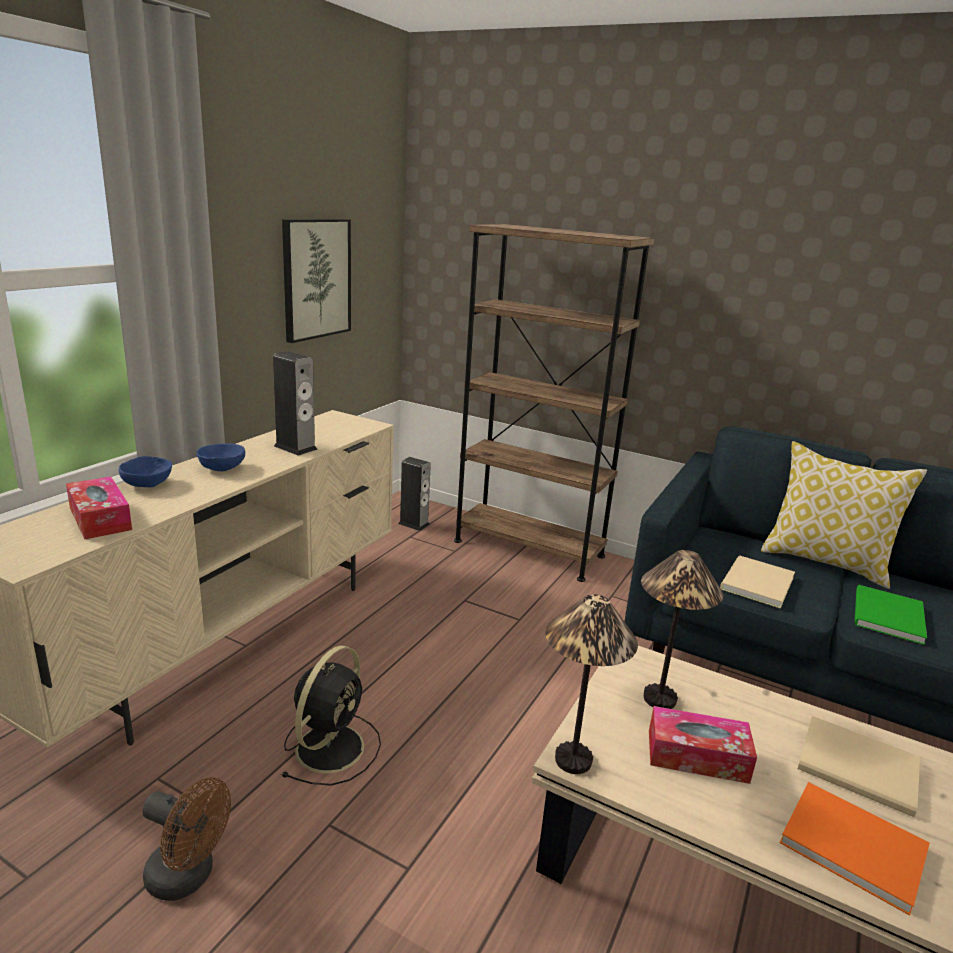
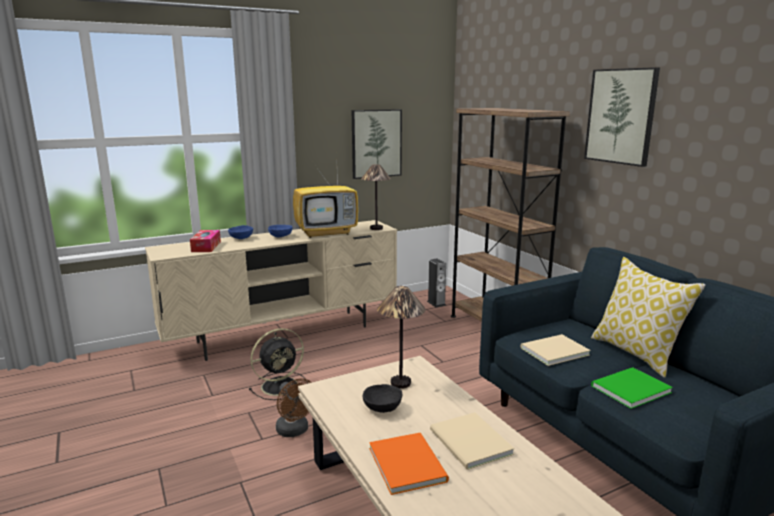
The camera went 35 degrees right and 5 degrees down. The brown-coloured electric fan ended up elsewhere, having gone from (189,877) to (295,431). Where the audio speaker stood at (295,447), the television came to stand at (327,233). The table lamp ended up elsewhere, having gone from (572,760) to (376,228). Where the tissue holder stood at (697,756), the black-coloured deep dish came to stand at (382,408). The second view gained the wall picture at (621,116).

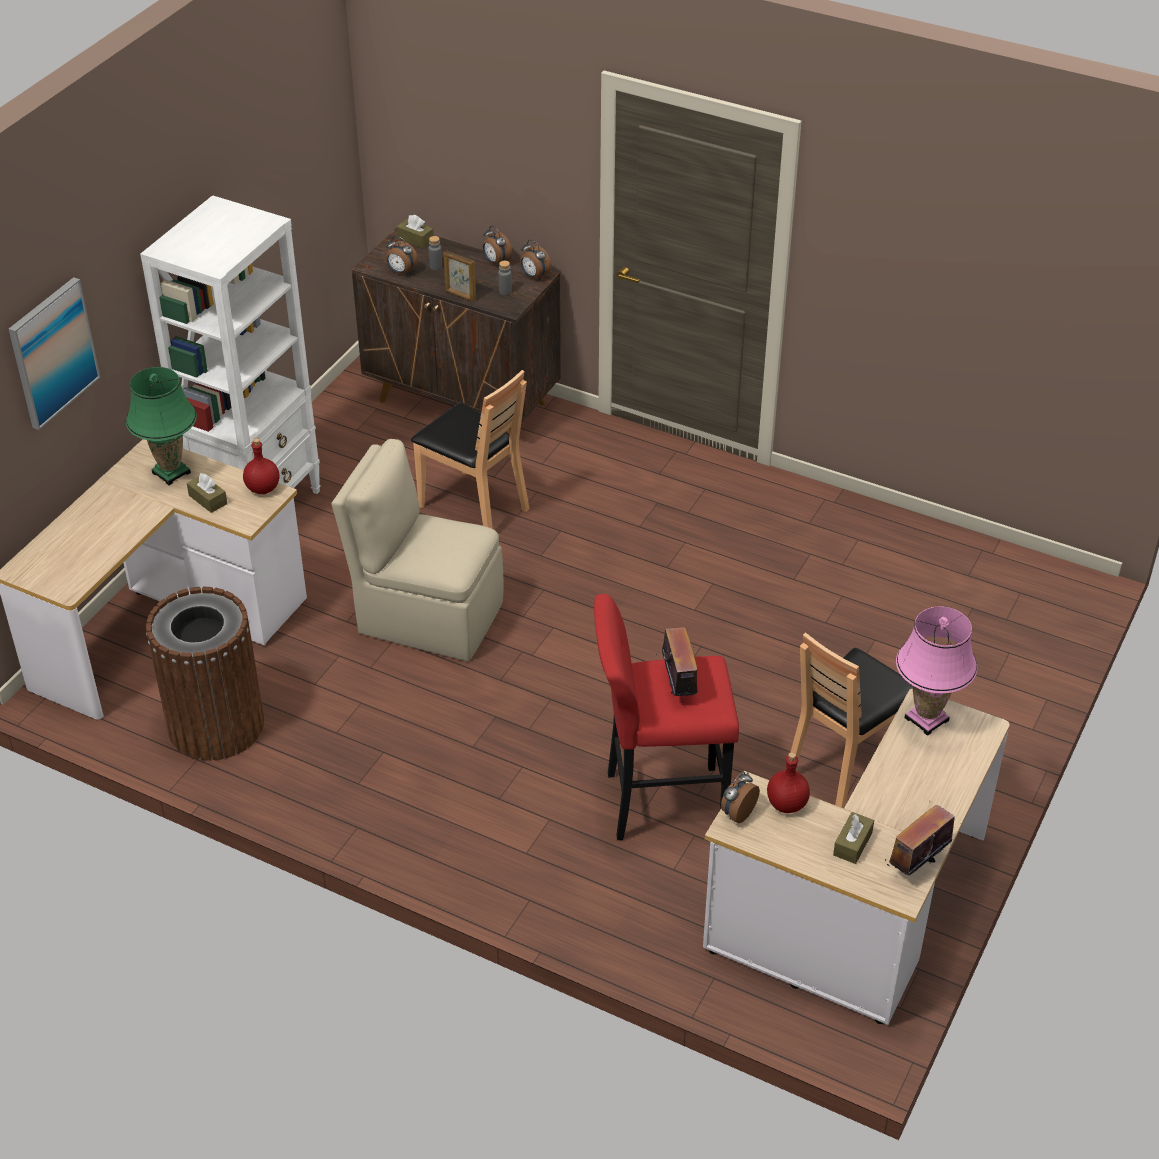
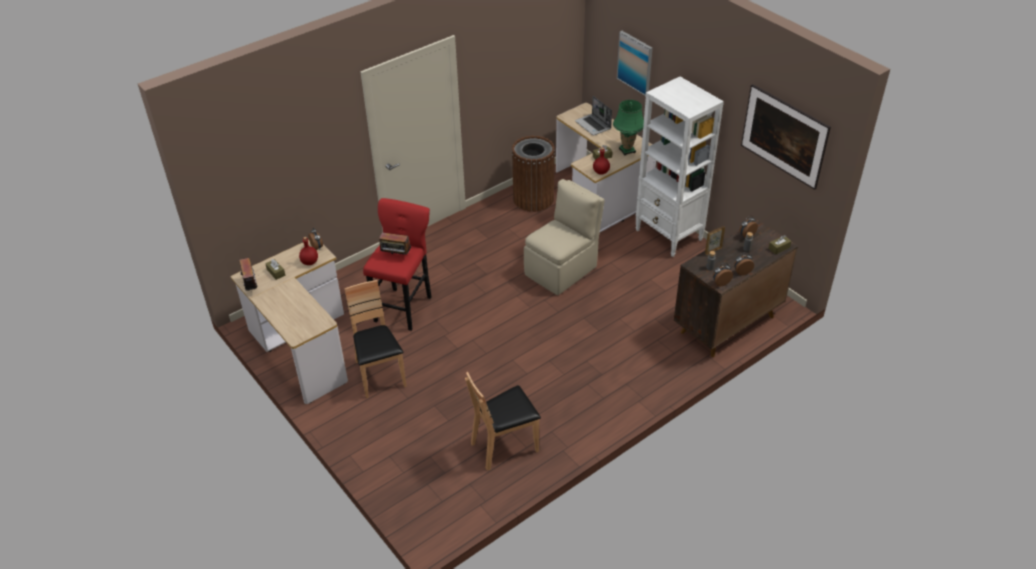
The camera went 115 degrees right and 0 degrees up. The brown-coloured plain chair ended up elsewhere, having gone from (474,506) to (505,446). The second view gained the laptop at (593,125). The second view gained the wall picture at (781,151). The second view lost the pink-coloured table lamp at (926,719).

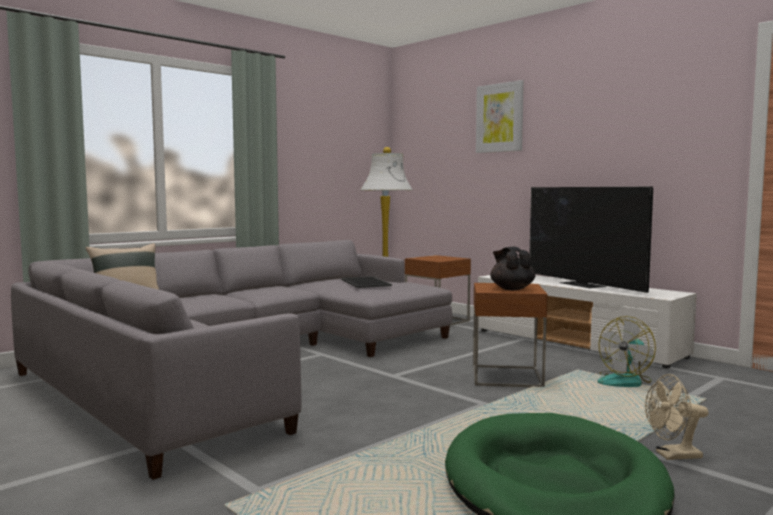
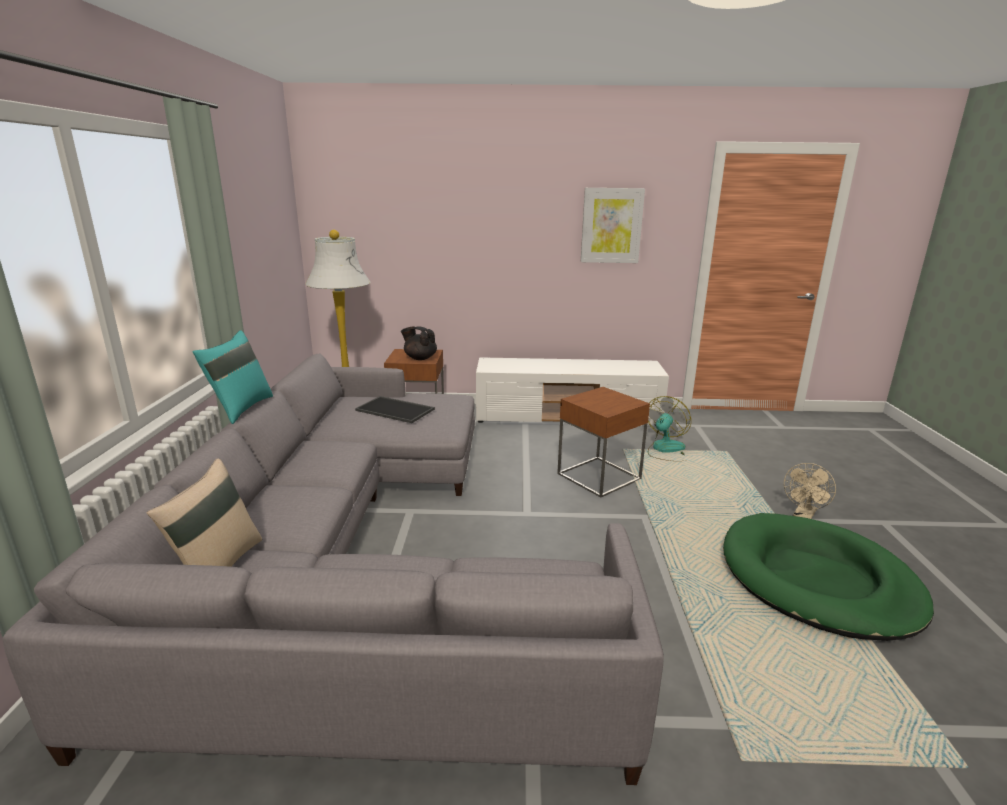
The camera went 45 degrees left and 15 degrees up. The second view gained the turquoise-coloured throw pillow at (240,408). The black-coloured teapot ended up elsewhere, having gone from (511,289) to (420,358). The wall picture ended up elsewhere, having gone from (499,118) to (611,225). The electric fan at (625,381) ended up facing another way, 150 degrees counterclockwise from before. The second view lost the television at (582,284).

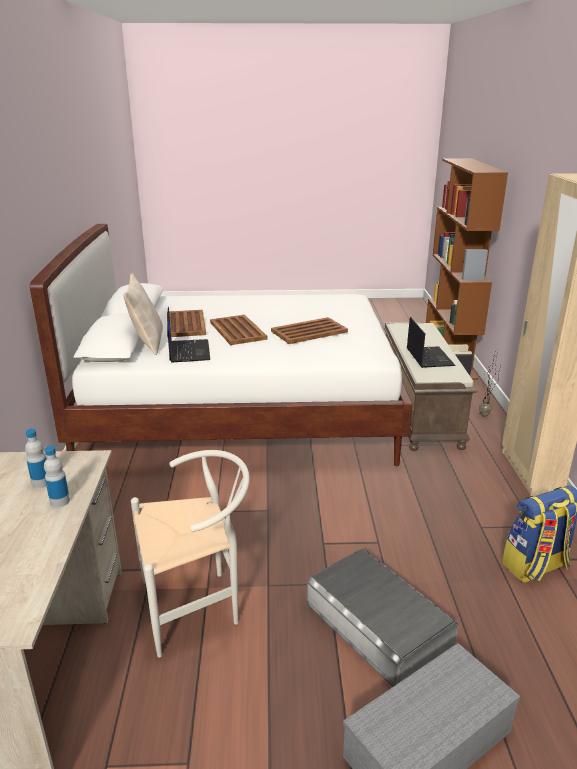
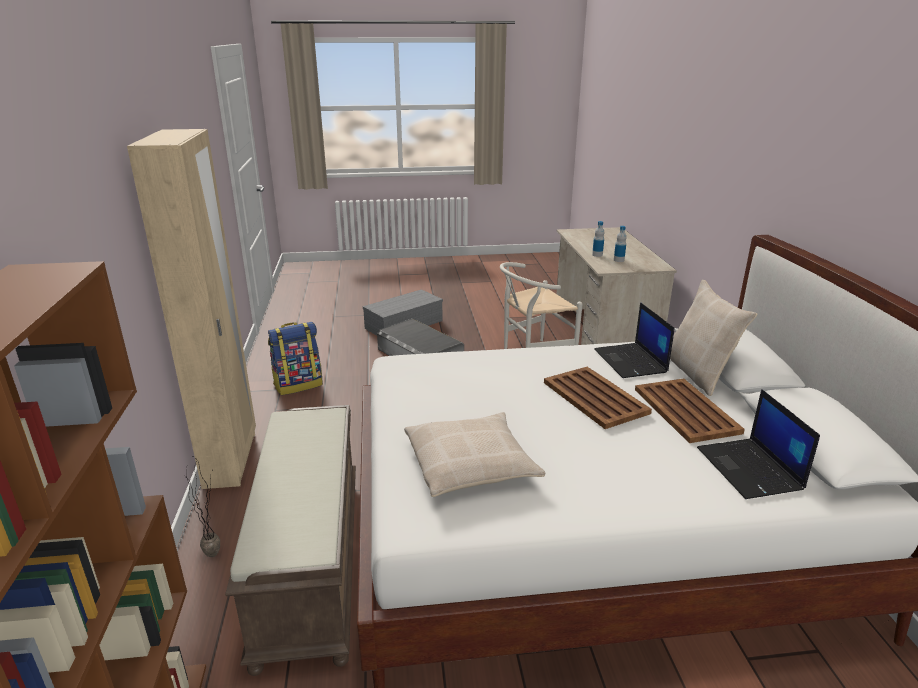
The camera went 175 degrees right and 0 degrees up. The second view gained the beige throw pillow at (471,465). The laptop ended up elsewhere, having gone from (429,357) to (750,469). The second view lost the brown-coloured tray at (308,331).

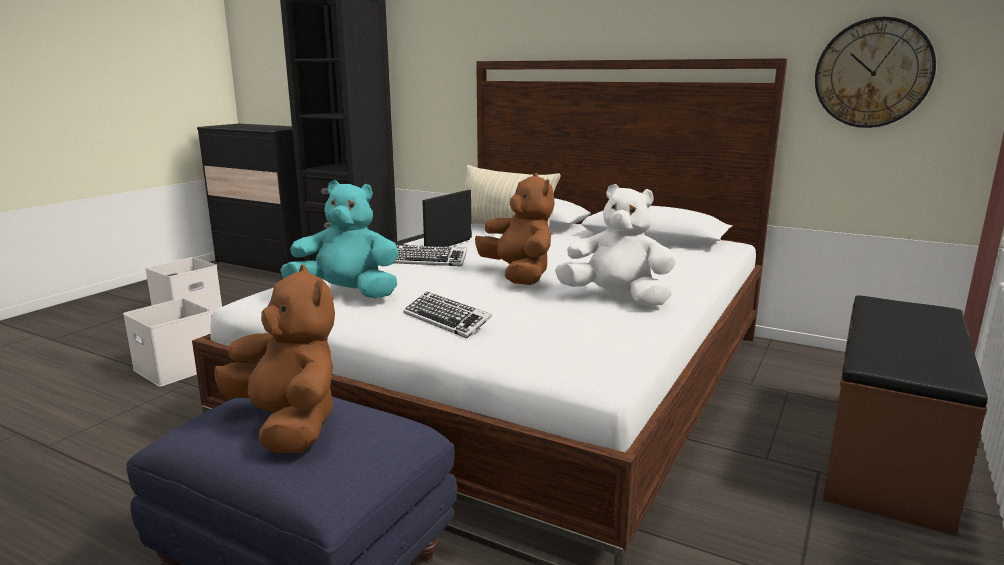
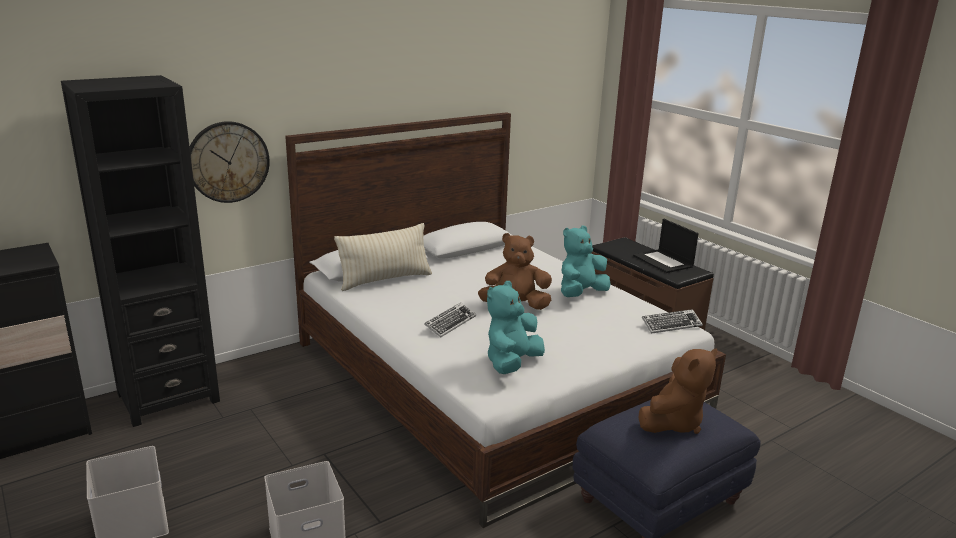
The camera went 65 degrees left and 5 degrees up. The wall clock ended up elsewhere, having gone from (873,73) to (228,162). What was the white soft toy at (617,298) turned into the turquoise-coloured soft toy at (580,293). The laptop ended up elsewhere, having gone from (430,243) to (663,261). The brown-coloured soft toy at (288,425) ended up facing another way, 150 degrees clockwise from before. The keyboard ended up elsewhere, having gone from (446,320) to (671,325).

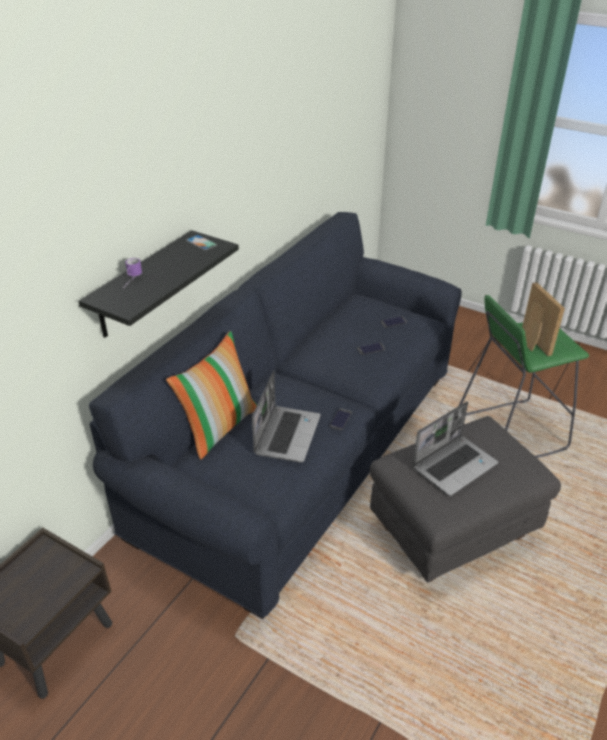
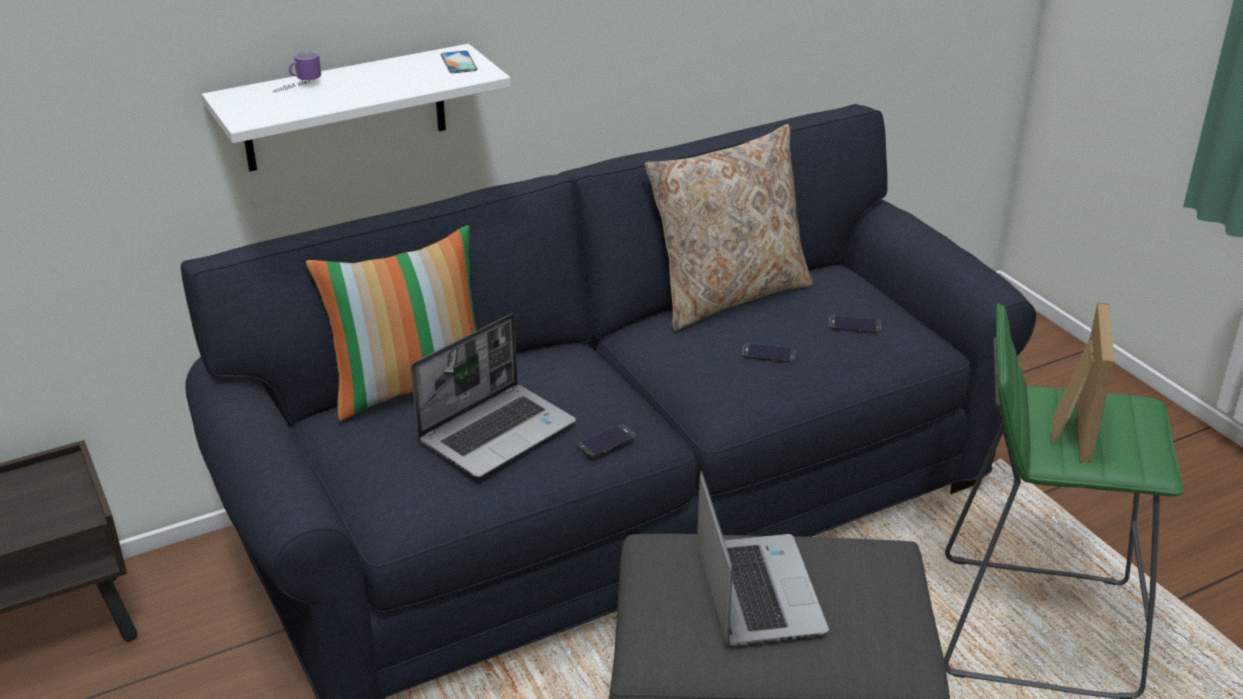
The camera went 30 degrees right and 5 degrees down. What was the black-coloured bracket shelf at (142,285) turned into the white bracket shelf at (345,108). The second view gained the beige throw pillow at (728,294). The laptop at (454,465) ended up facing another way, 90 degrees counterclockwise from before.

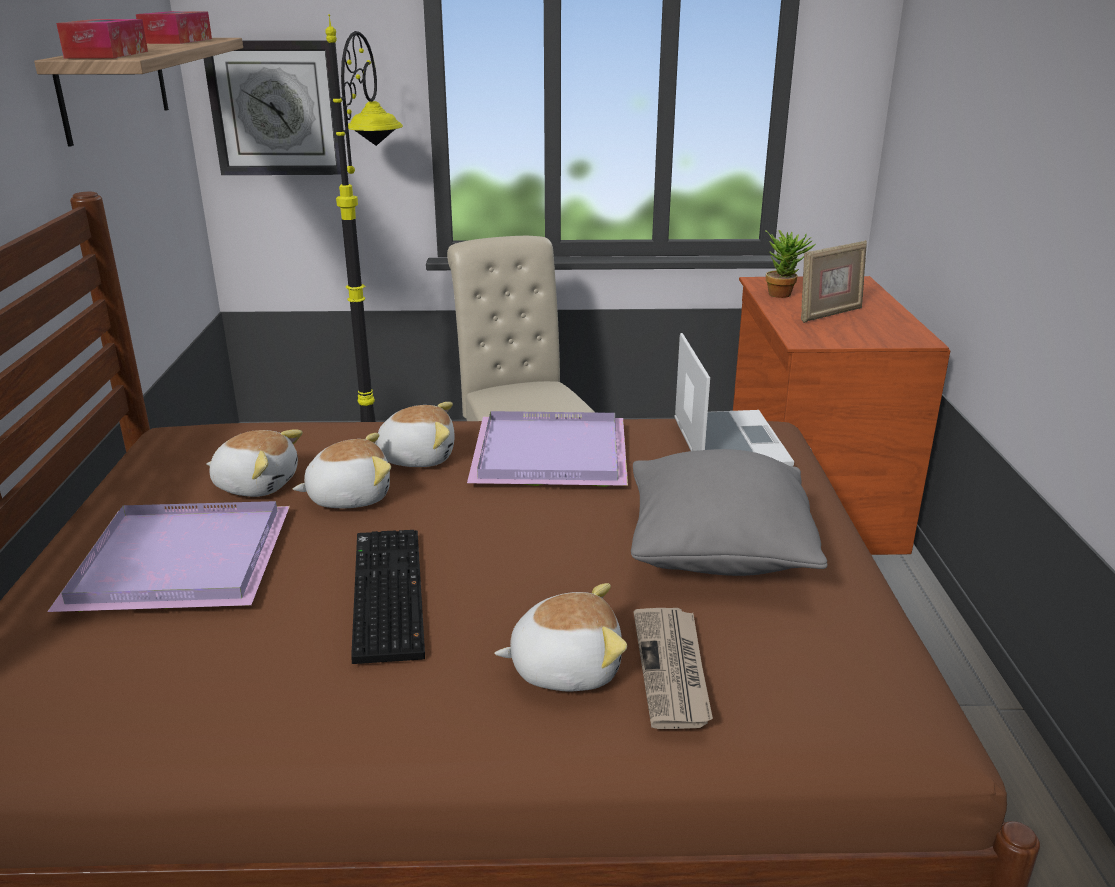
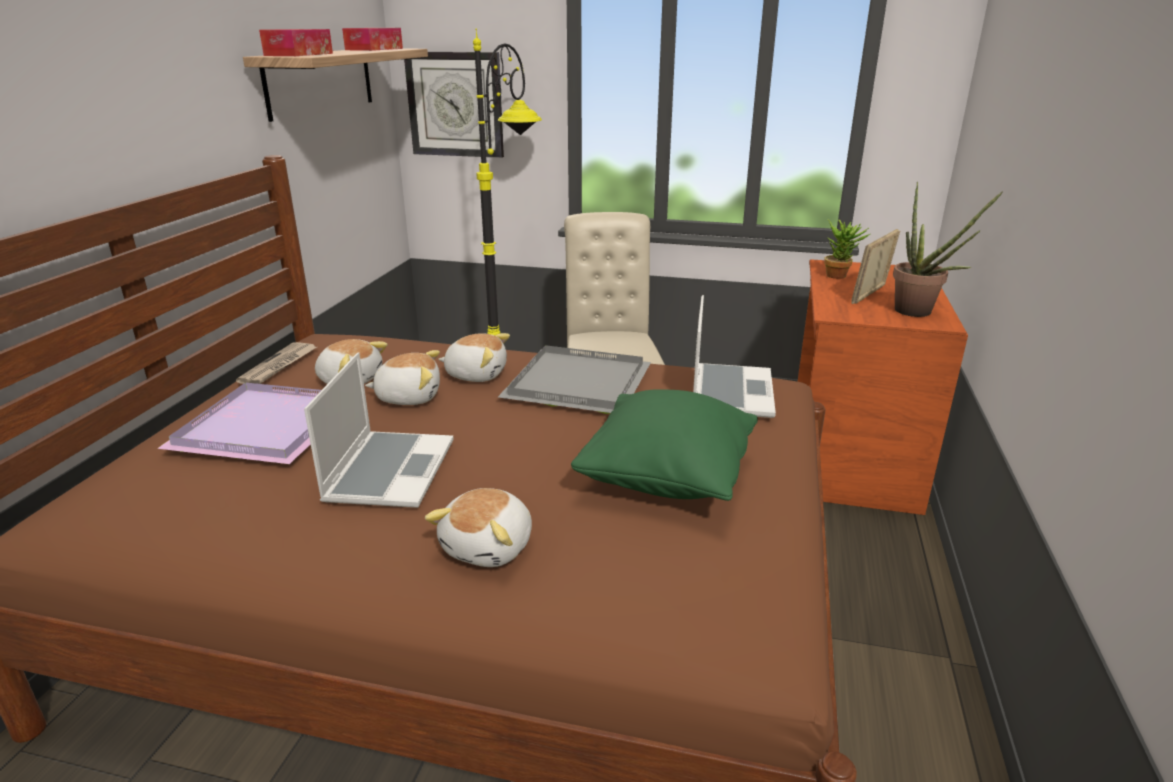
The camera went 15 degrees right and 0 degrees up. The printed paper ended up elsewhere, having gone from (673,670) to (279,366). Where the keyboard stood at (384,593), the laptop came to stand at (389,470). The soft toy at (565,667) ended up facing another way, 105 degrees clockwise from before. What was the purplish tray at (553,456) turned into the gray tray at (579,385). What was the gray throw pillow at (717,554) turned into the green throw pillow at (667,479). The standing frame at (829,314) ended up facing another way, 150 degrees clockwise from before. The second view gained the houseplant at (920,313).

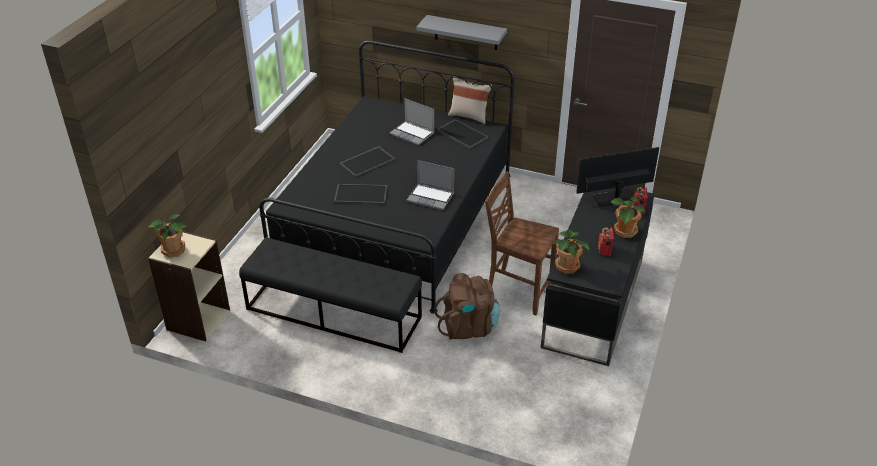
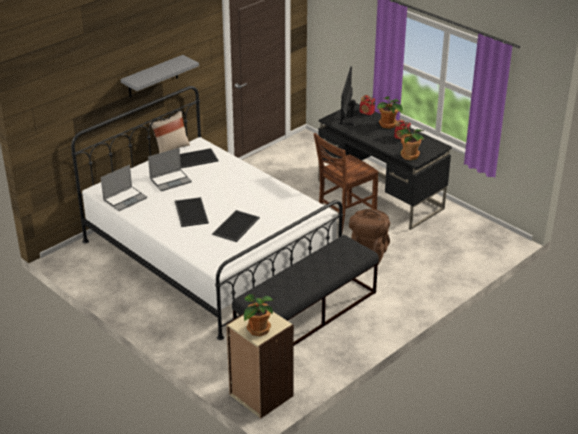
The camera went 65 degrees left and 5 degrees down. What was the black-coloured bed at (395,219) turned into the white bed at (210,253). The laptop ended up elsewhere, having gone from (431,197) to (125,199).

